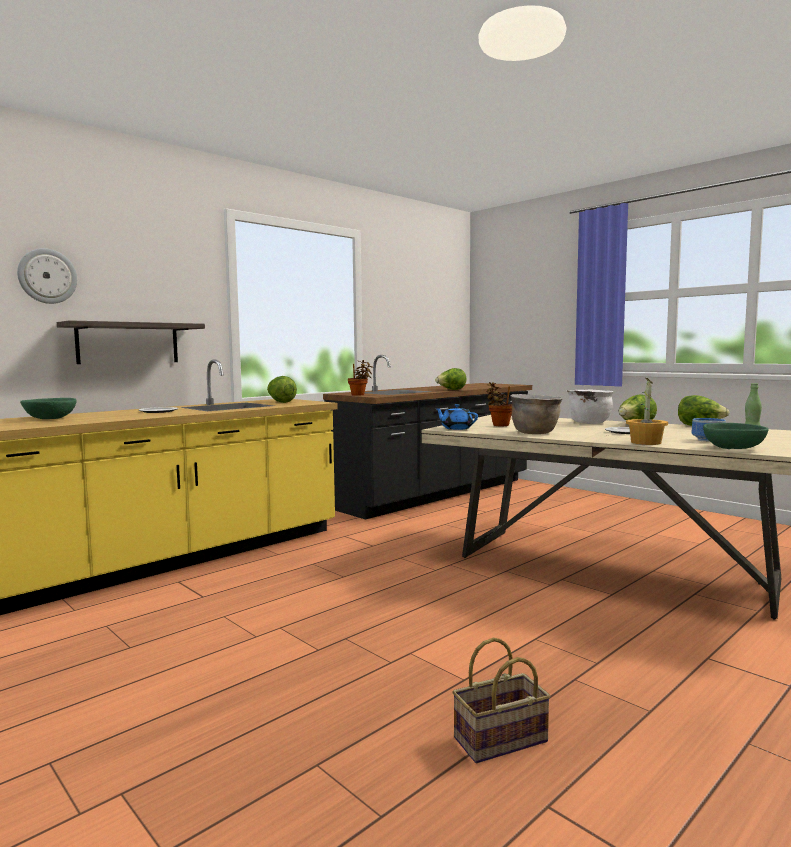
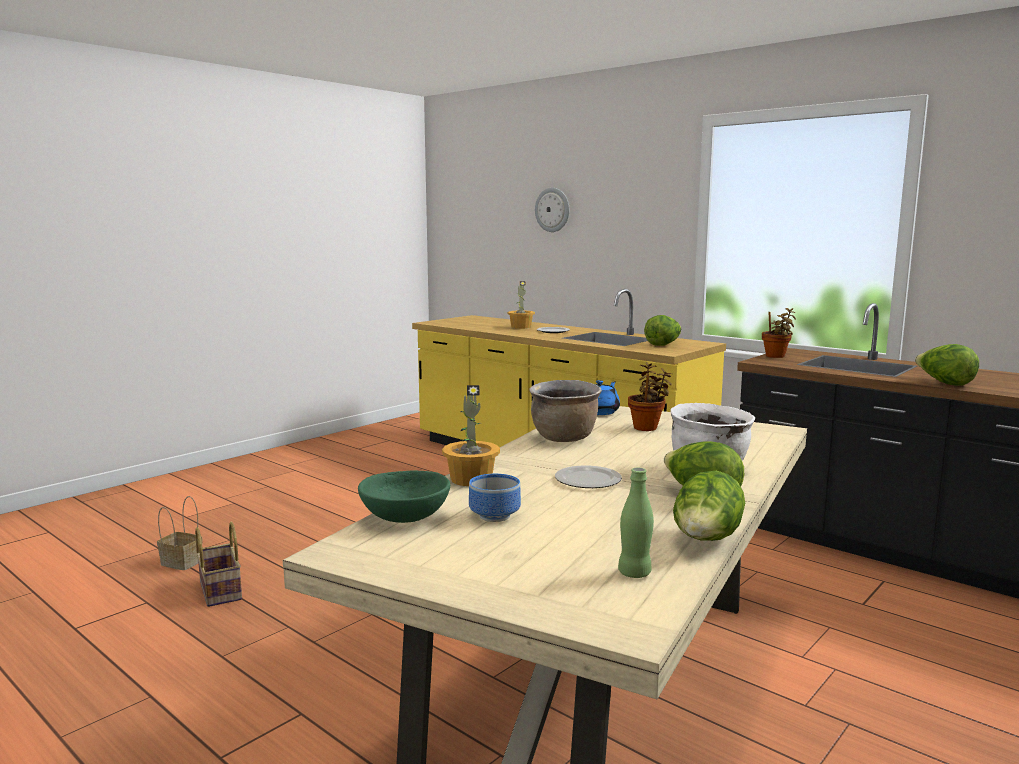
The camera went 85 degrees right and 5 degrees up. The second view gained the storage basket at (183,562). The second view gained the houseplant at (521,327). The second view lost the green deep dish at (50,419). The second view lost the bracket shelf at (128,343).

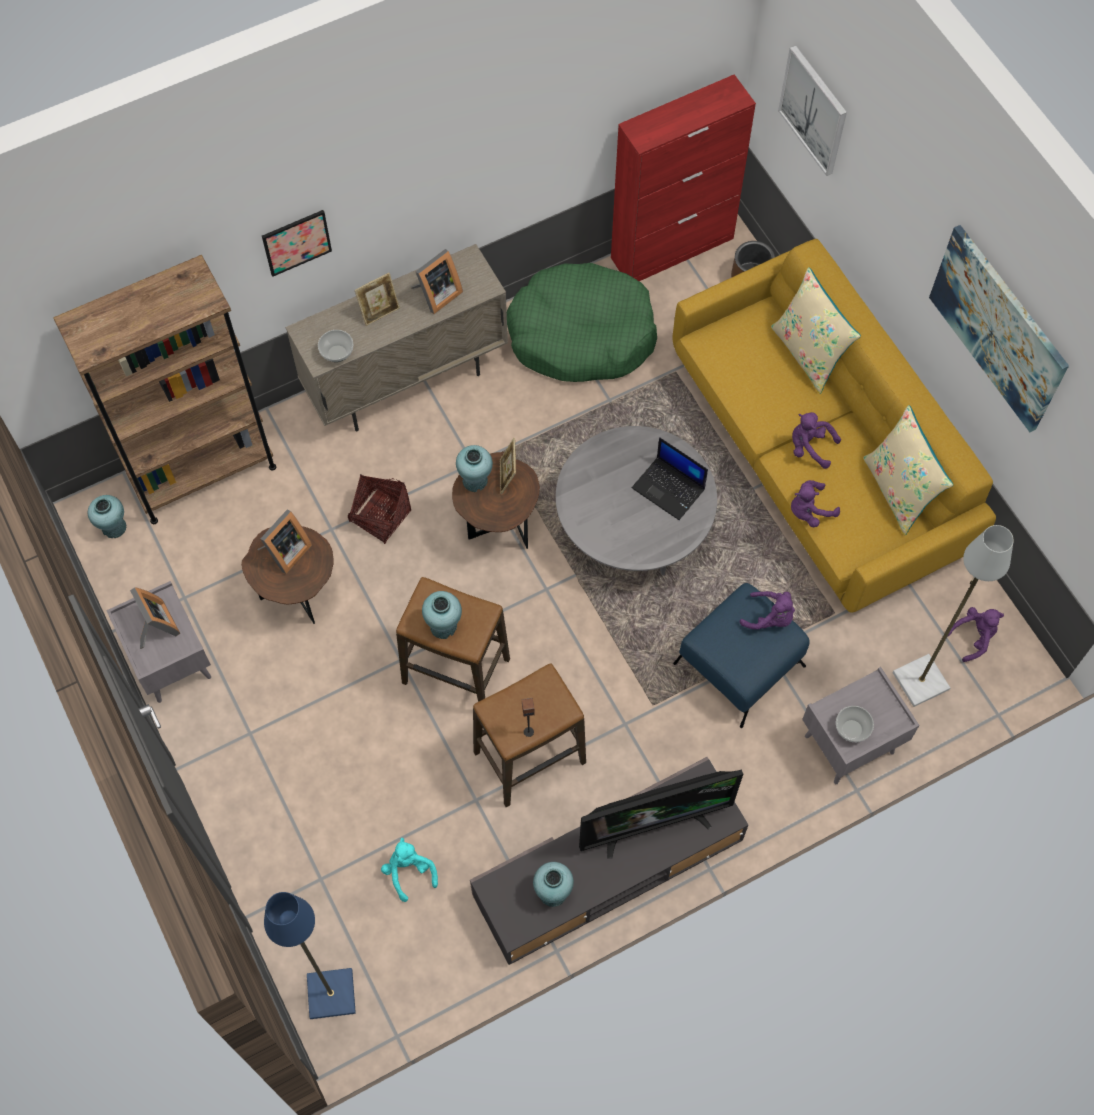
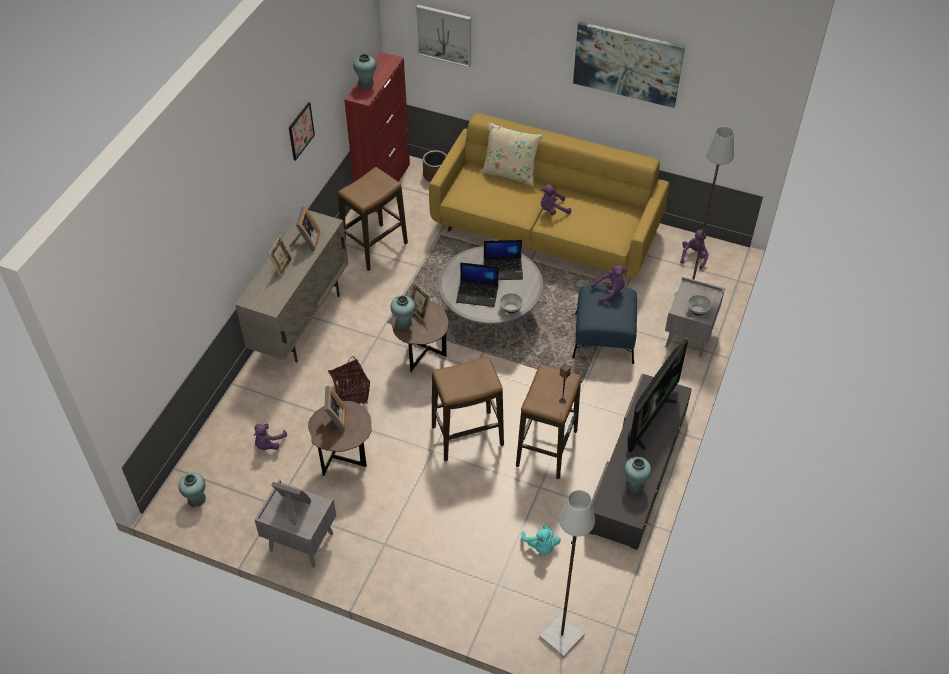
The camera went 40 degrees left and 15 degrees down. The purplish soft toy ended up elsewhere, having gone from (809,511) to (268,443). The wall picture ended up elsewhere, having gone from (296,242) to (301,131). Where the green dog bed stood at (581,334), the stool seat came to stand at (375,247). The turquoise-coloured flower vase ended up elsewhere, having gone from (443,626) to (366,84). The second view gained the laptop at (478,294). The deep dish ended up elsewhere, having gone from (337,353) to (510,308). The turquoise-coloured soft toy at (409,872) ended up facing another way, 135 degrees counterclockwise from before. What was the blue-coloured standing lamp at (330,995) turned into the gray standing lamp at (562,637). The second view lost the brown-coloured bookshelf at (203,473). The second view lost the beige throw pillow at (898,491).

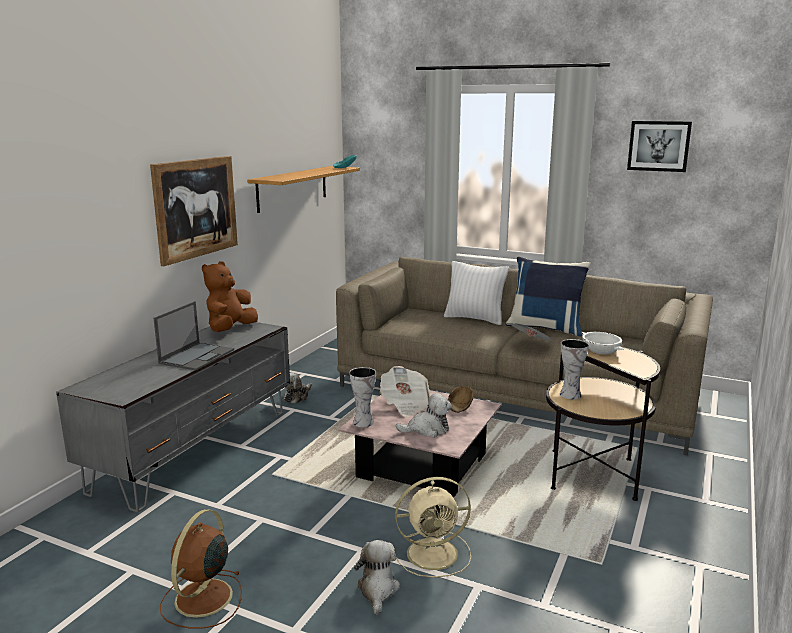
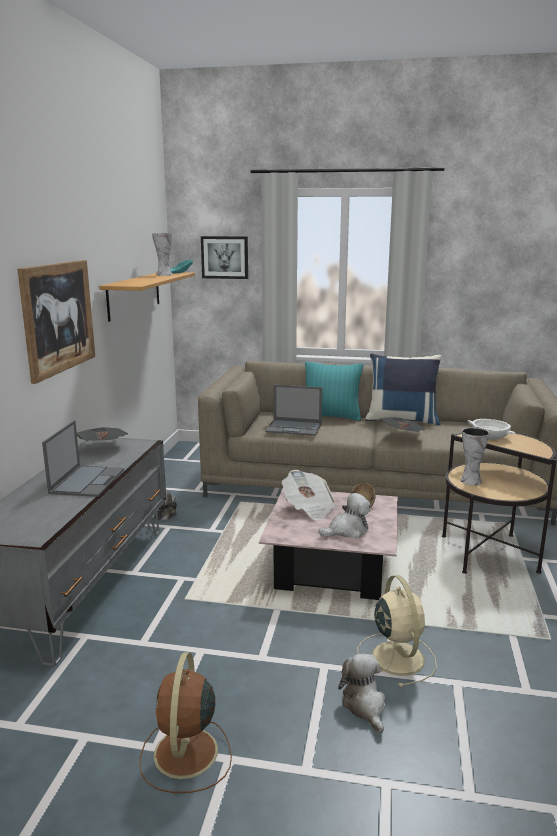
The camera went 15 degrees left and 0 degrees up. Where the brown-coloured soft toy stood at (230,329), the printed paper came to stand at (103,448). The flower vase ended up elsewhere, having gone from (362,422) to (163,275). The wall picture ended up elsewhere, having gone from (659,146) to (225,257). The second view gained the laptop at (294,428). What was the white throw pillow at (474,319) turned into the turquoise-coloured throw pillow at (331,416). The beige electric fan at (434,553) ended up facing another way, 75 degrees counterclockwise from before.

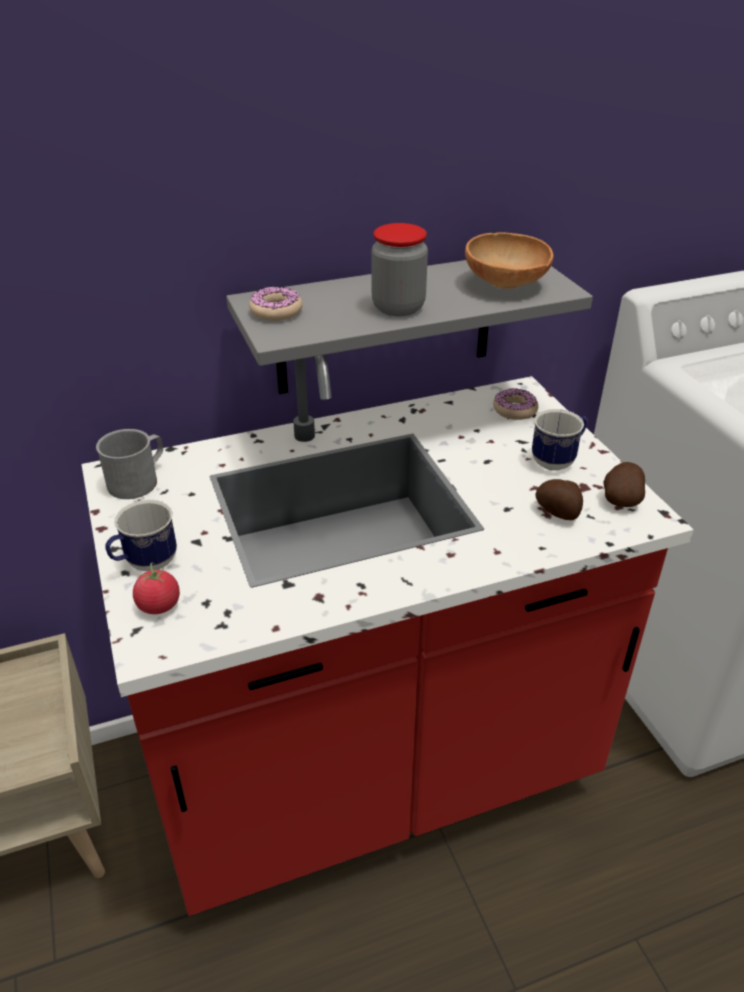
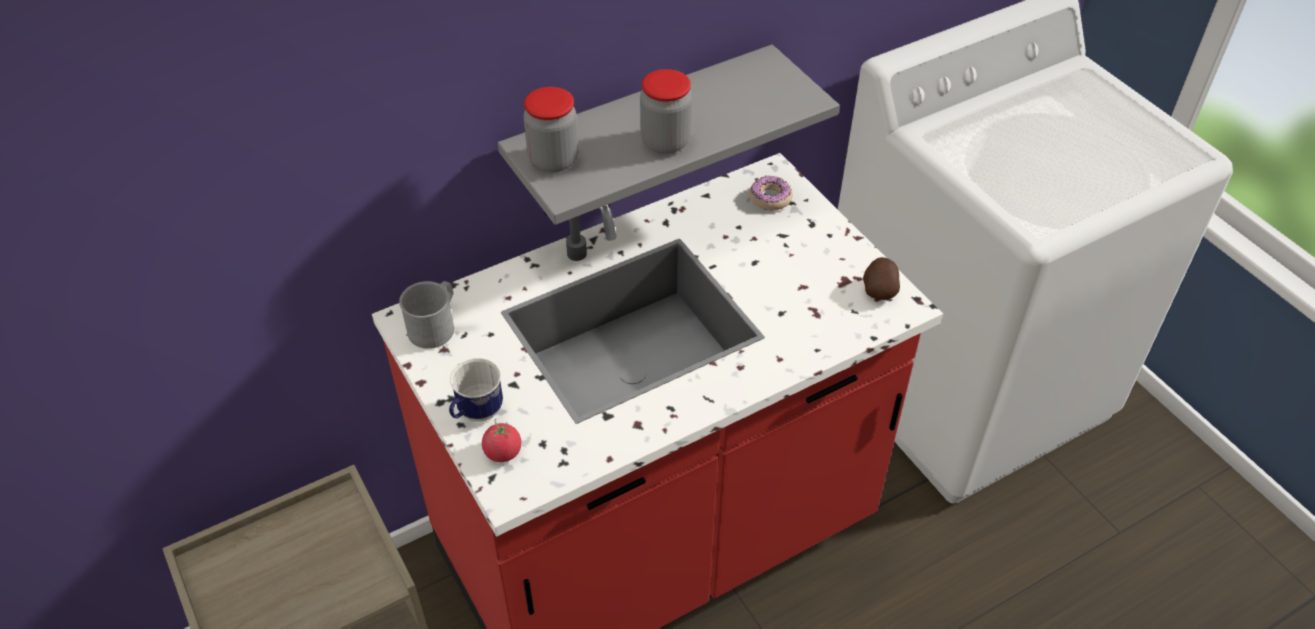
The camera went 10 degrees left and 10 degrees up. Where the donut stood at (276,311), the jar came to stand at (553,160). The second view lost the brown-coloured deep dish at (505,286). The second view lost the tea mug at (557,460). The second view lost the potato at (558,512).

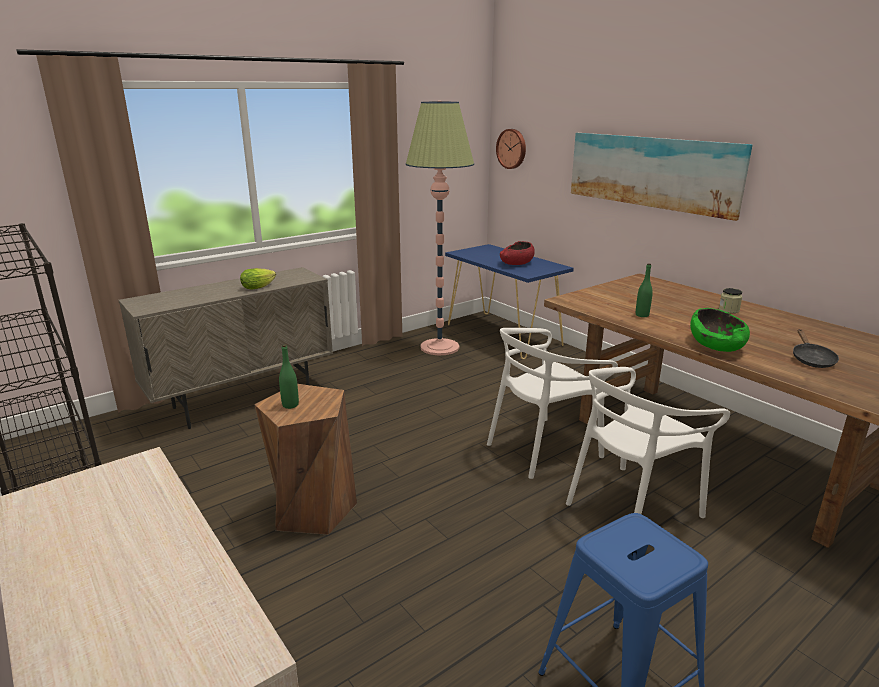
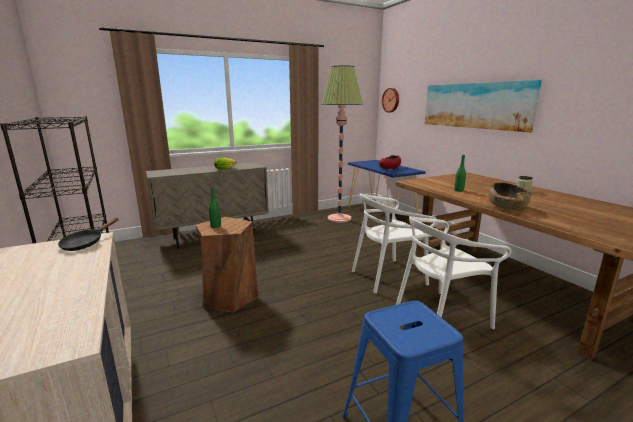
The camera went 10 degrees right and 5 degrees down. The black-coloured skillet ended up elsewhere, having gone from (811,359) to (86,243). What was the green deep dish at (716,345) turned into the brown-coloured deep dish at (507,207).

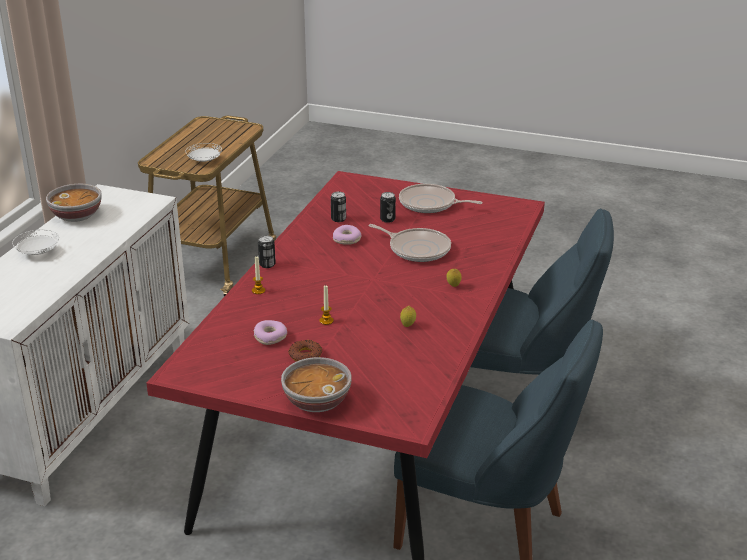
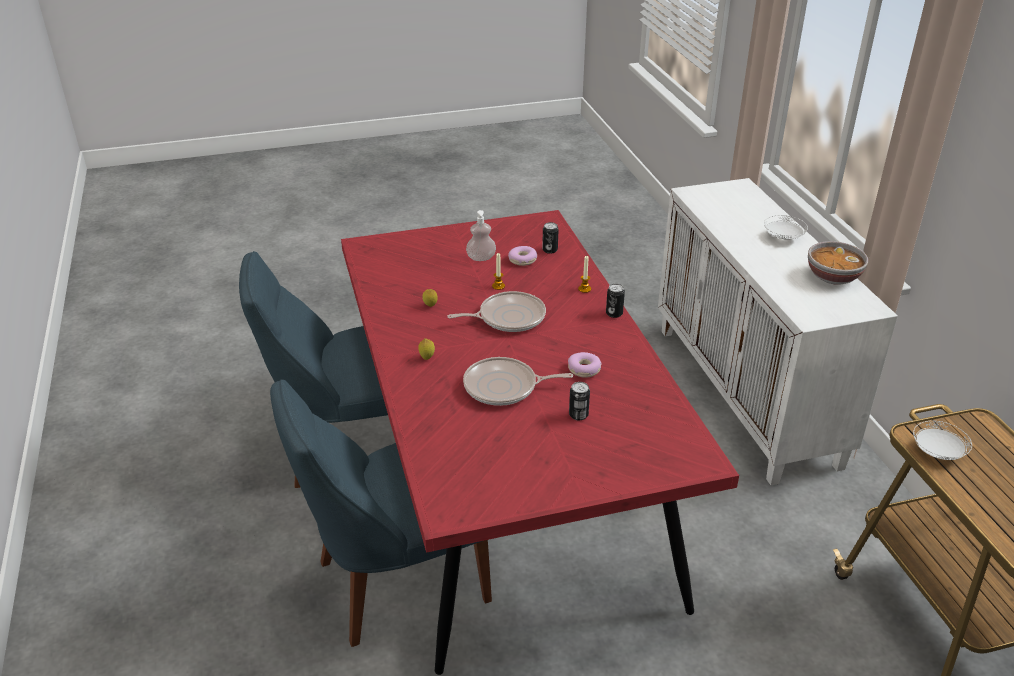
The camera went 145 degrees right and 5 degrees up. The skillet ended up elsewhere, having gone from (430,204) to (508,317). Where the donut stood at (305,355), the soap bottle came to stand at (481,258). The metal can ended up elsewhere, having gone from (338,219) to (550,250). The second view lost the deep dish at (316,401).

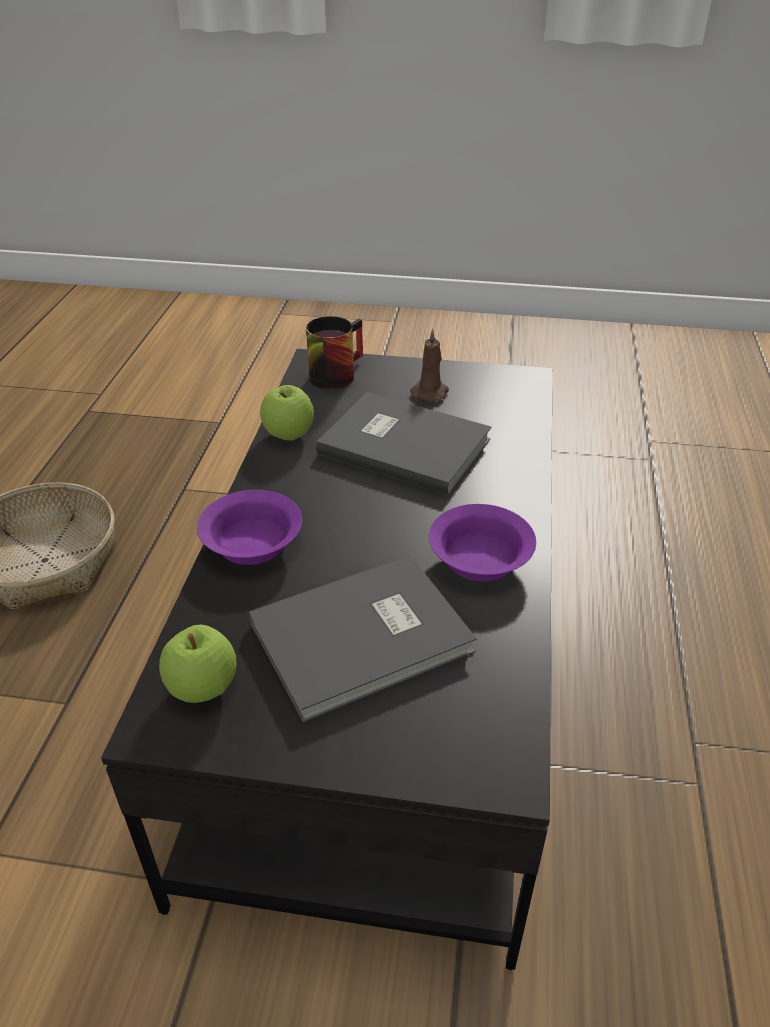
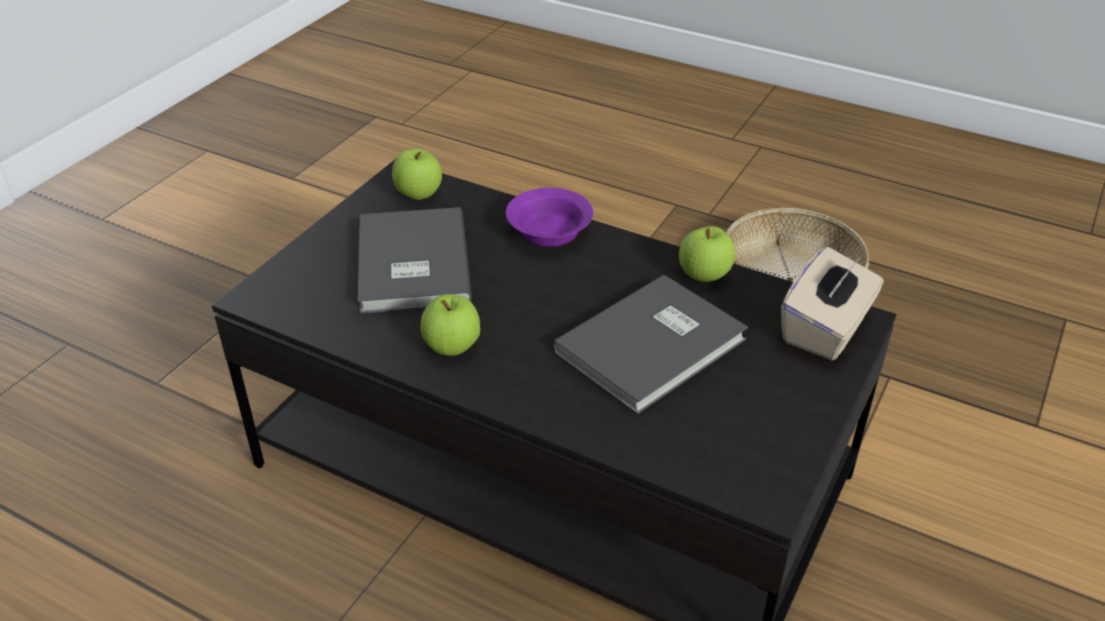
The camera went 110 degrees right and 0 degrees up. Where the purplish deep dish stood at (482,561), the apple fruit came to stand at (452,347). Where the tea mug stood at (334,372), the beige tissue holder came to stand at (826,329). The second view lost the brown-coloured wax candle at (430,392).

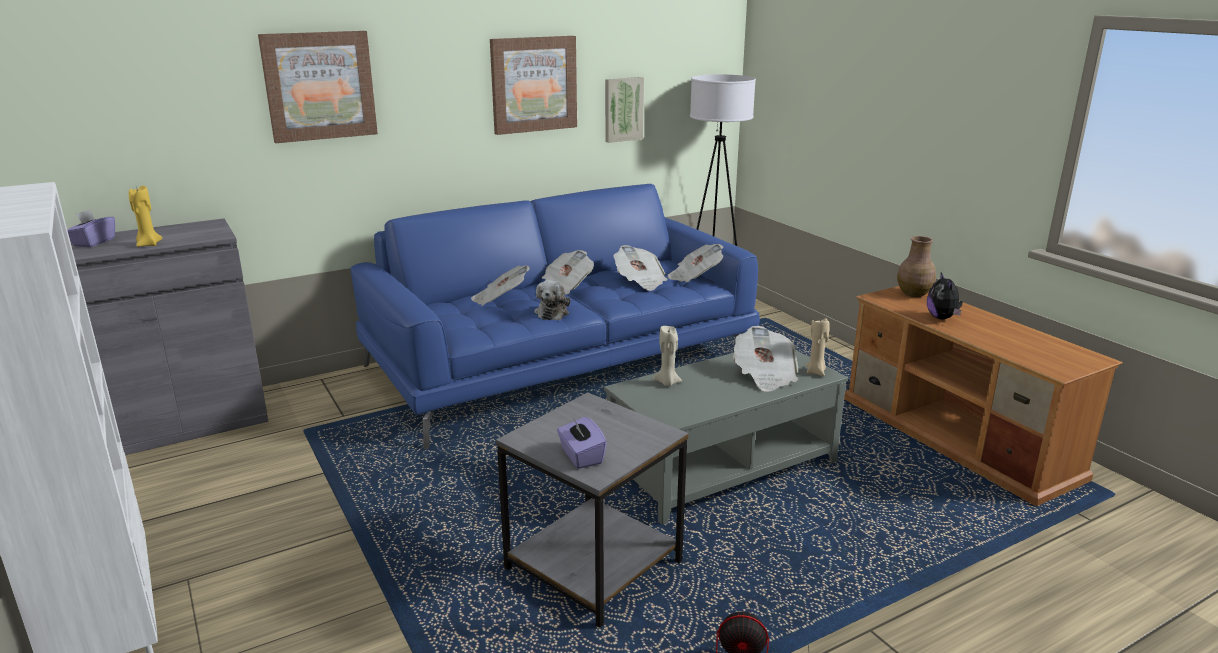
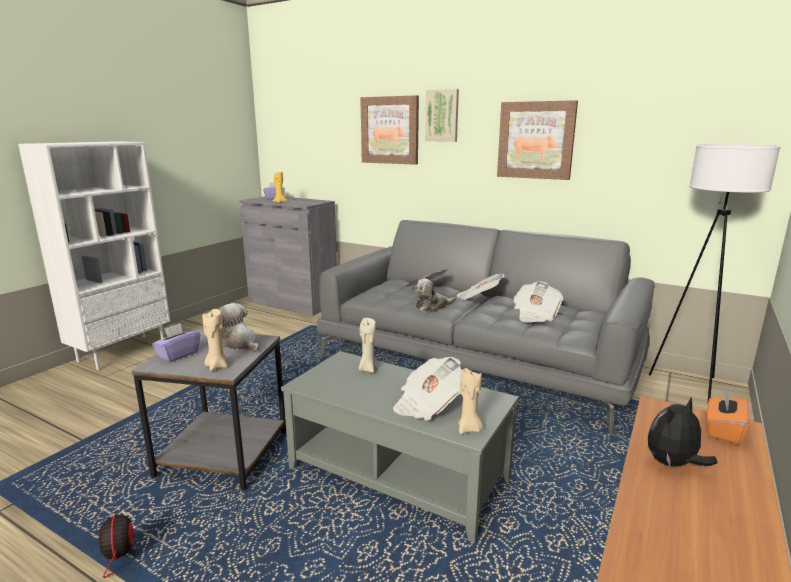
The camera went 60 degrees right and 5 degrees down. The second view gained the beige wax candle at (217,366). The second view gained the soft toy at (239,343). What was the blue-coloured sofa at (562,363) turned into the gray sofa at (478,361). The wall picture ended up elsewhere, having gone from (623,109) to (442,116). Where the brown-coloured flower vase stood at (914,294), the orangey tissue holder came to stand at (723,431). The second view lost the printed paper at (694,277).

